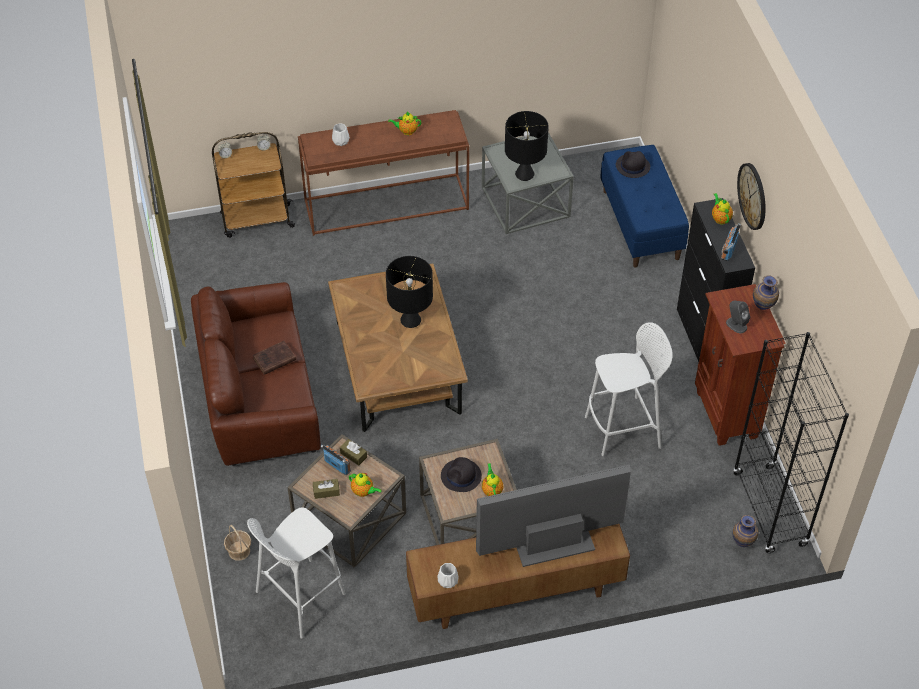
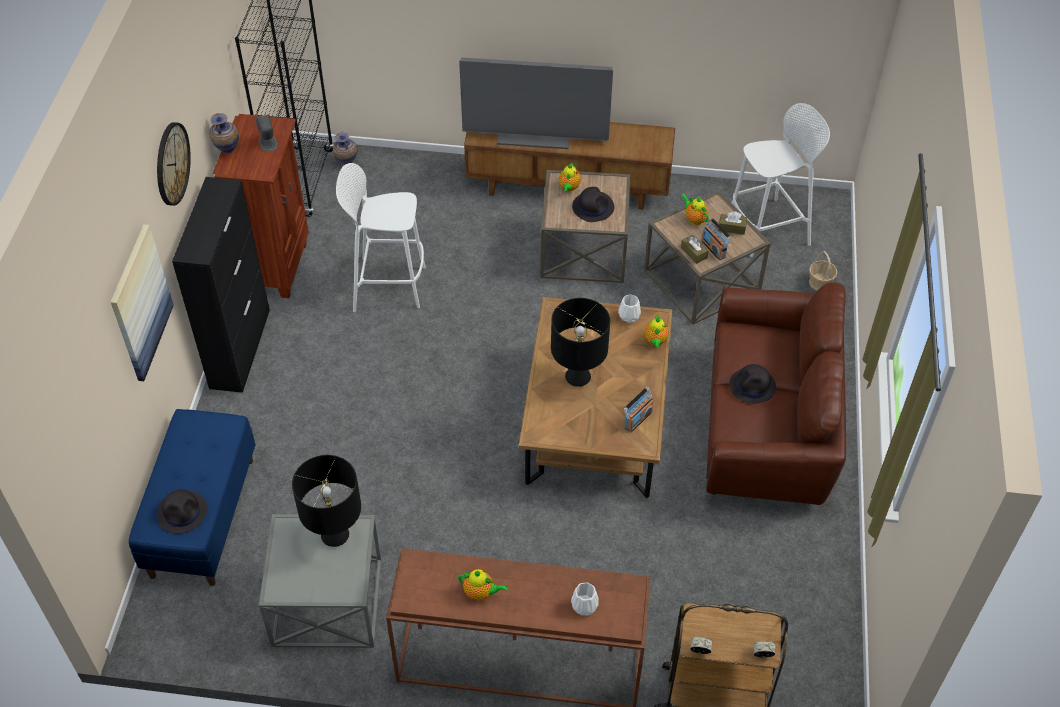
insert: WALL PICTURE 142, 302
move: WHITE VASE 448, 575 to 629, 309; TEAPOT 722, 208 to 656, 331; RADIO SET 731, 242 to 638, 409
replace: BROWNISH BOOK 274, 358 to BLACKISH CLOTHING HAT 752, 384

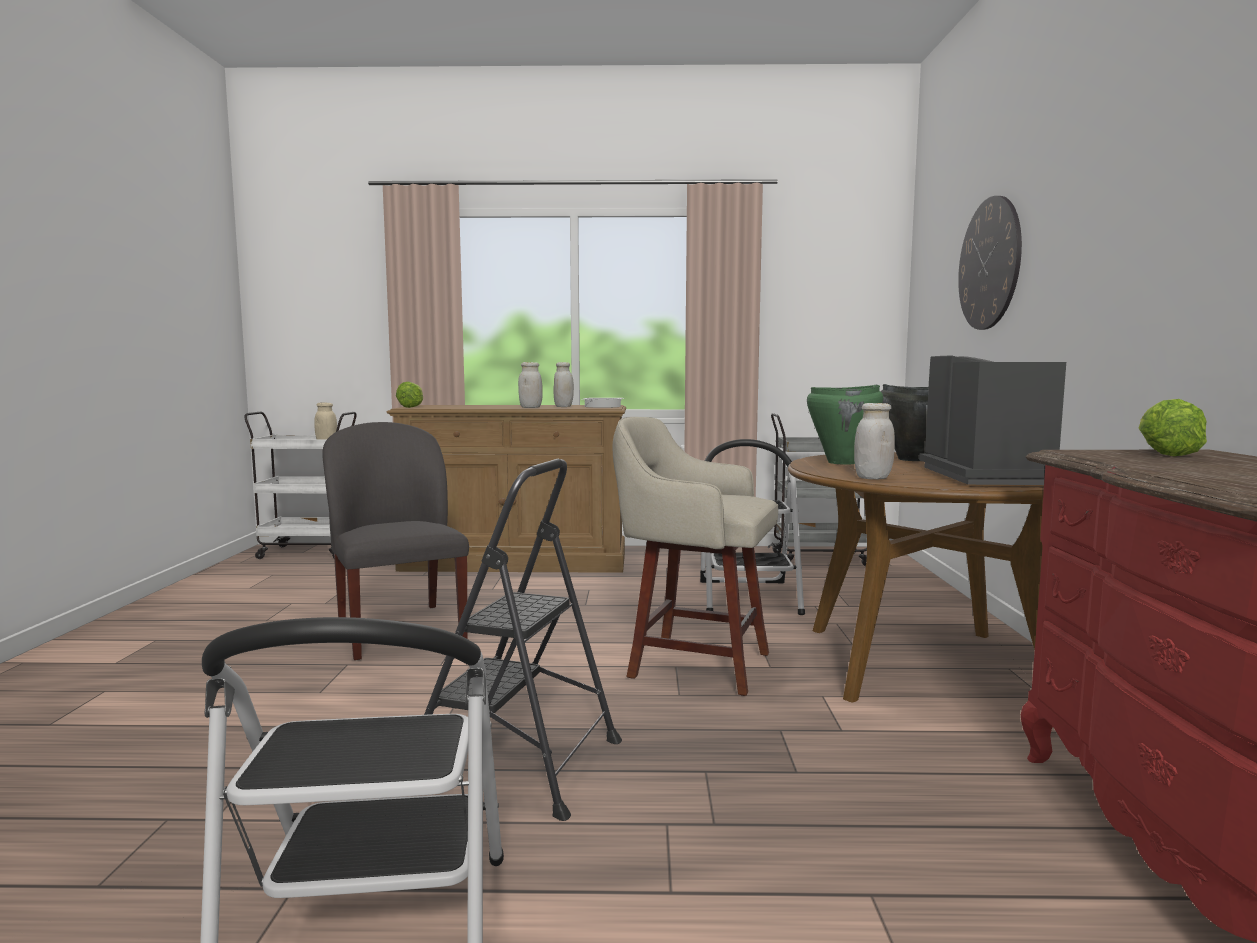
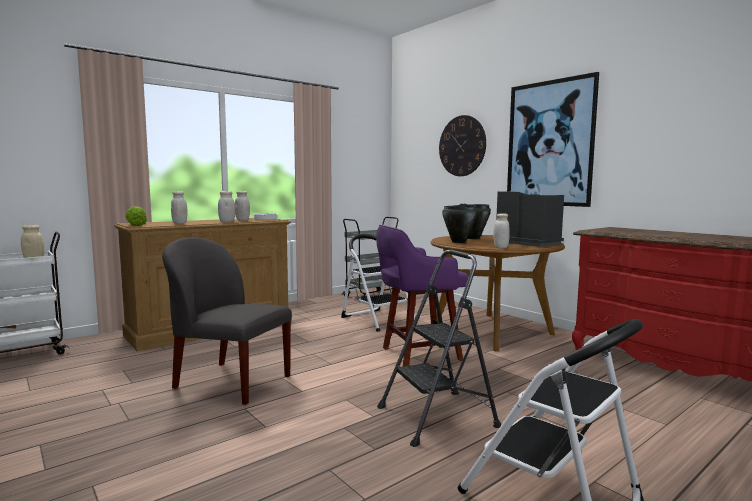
delete: LETTUCE HEAD 1173, 427
insert: WHITE STORAGE JAR 179, 207; WALL PICTURE 553, 139
recolor: BEIGE STOOL 695, 556 to PURPLE STOOL 422, 296; GREEN-COLOURED SAUCEPOT 845, 425 to BLACKISH SAUCEPOT 459, 223

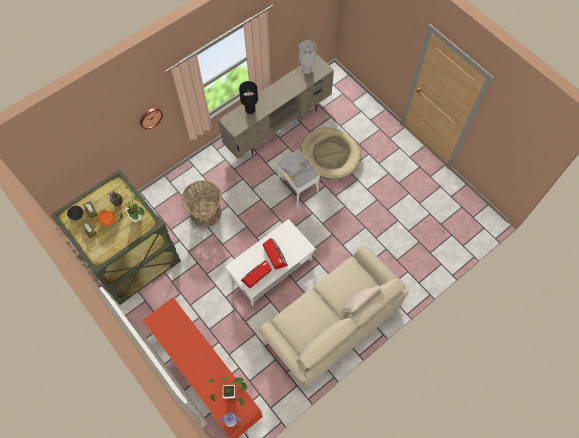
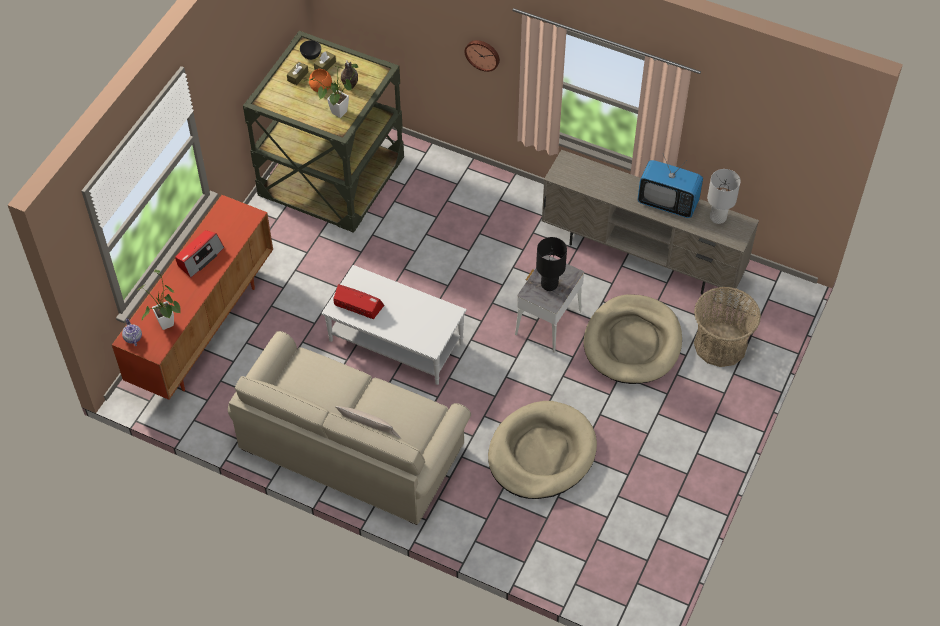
insert: BEIGE DOG BED 542, 450; TELEVISION 670, 185
move: HOUSEHOLD BASKET 201, 203 to 727, 327; BLACKISH TABLE LAMP 248, 97 to 551, 264; RADIO SET 275, 253 to 199, 254

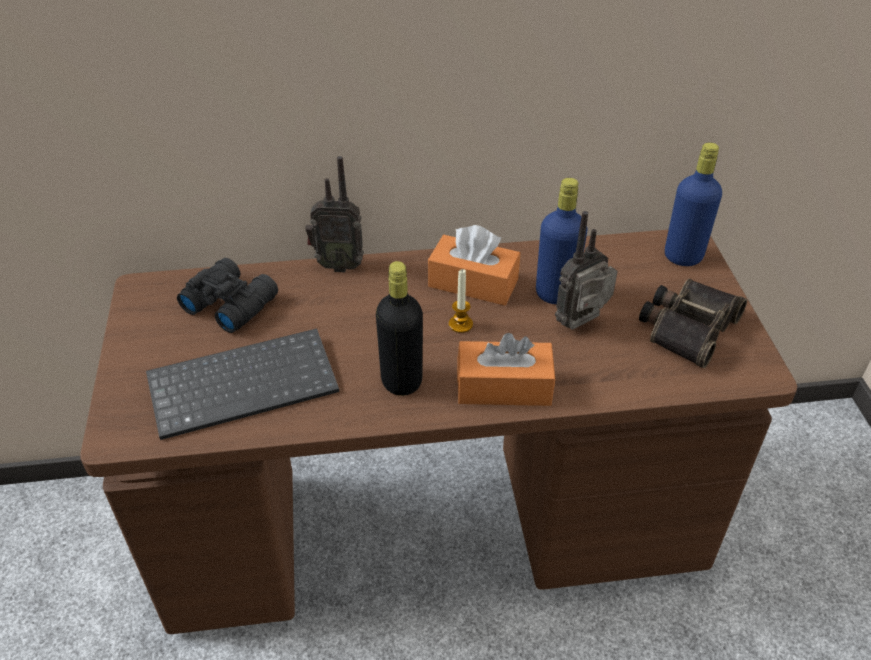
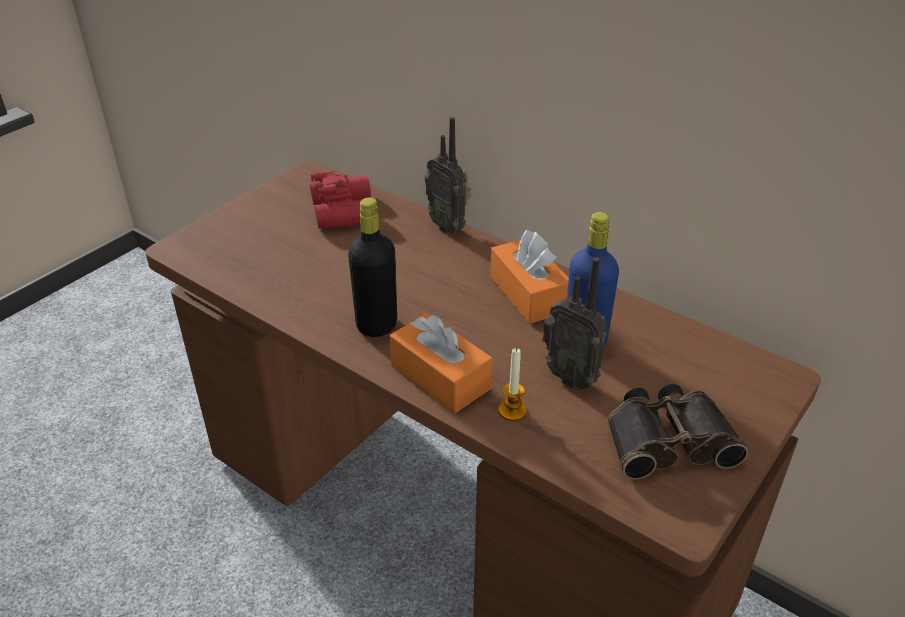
delete: KEYBOARD 242, 384; BLUISH BEVERAGE BOTTLE 693, 204
move: WAX LIGHT 461, 301 to 513, 384
recolor: BLACKISH PAIR OF BINOCULARS 227, 295 to RED-COLOURED PAIR OF BINOCULARS 342, 200
rotate: RADIO SET 586, 270 = 574, 323 150 degrees counterclockwise

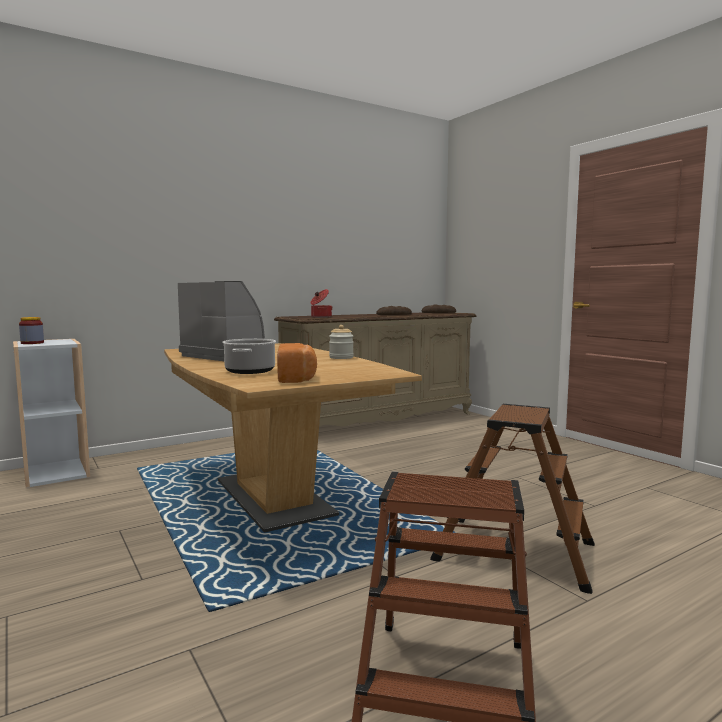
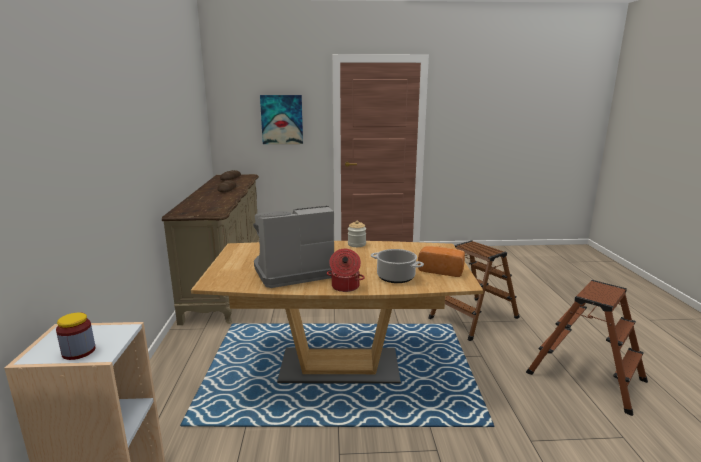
insert: WALL PICTURE 281, 119
move: SAUCEPOT 321, 303 to 346, 270

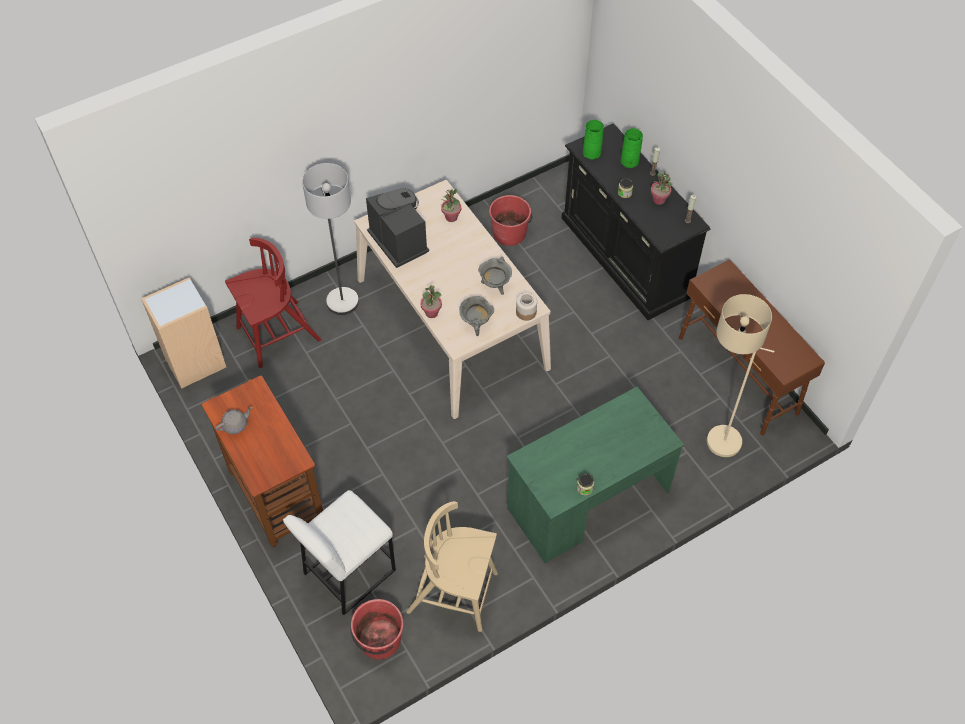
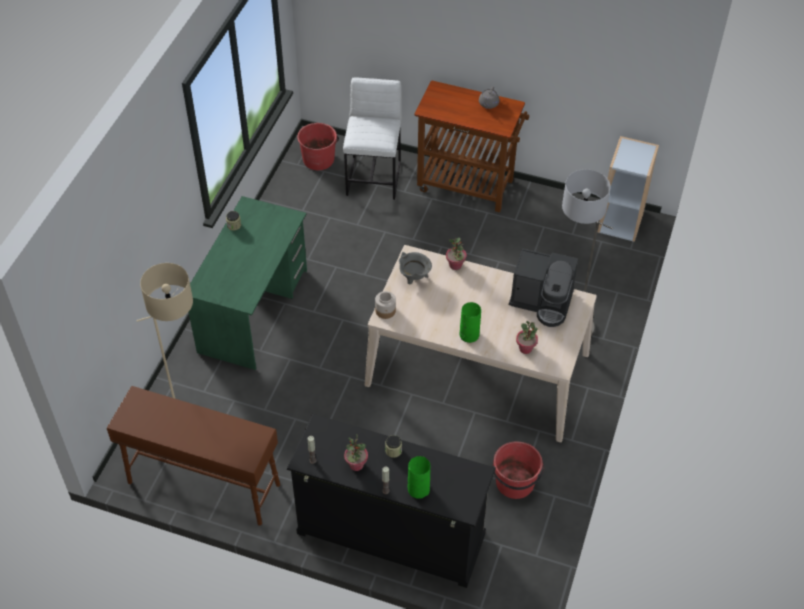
delete: RED-COLOURED PLAIN CHAIR 273, 303; BEIGE PLAIN CHAIR 452, 566; GREY SAUCEPOT 495, 275
move: GREEN-COLOURED VASE 593, 140 to 470, 322

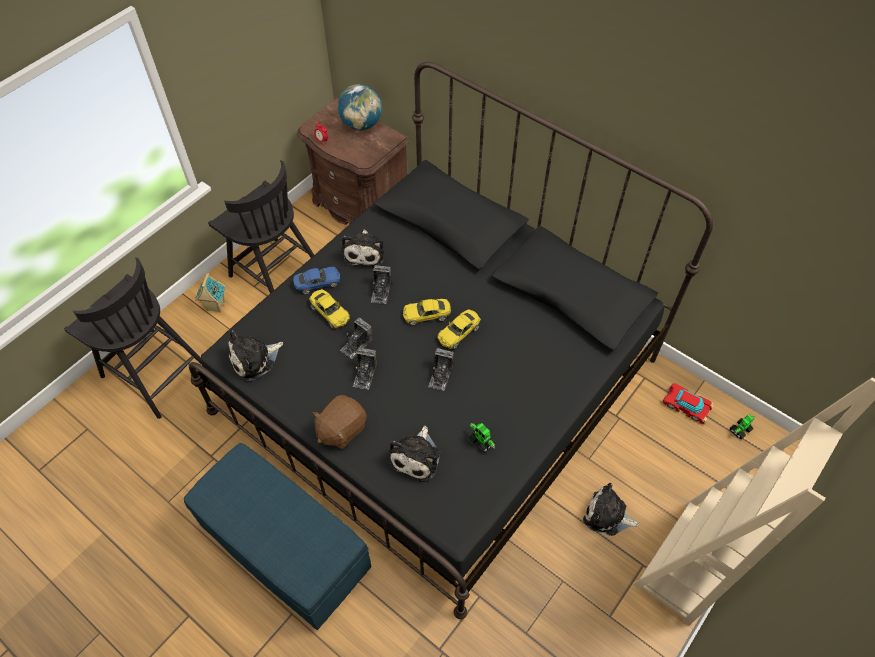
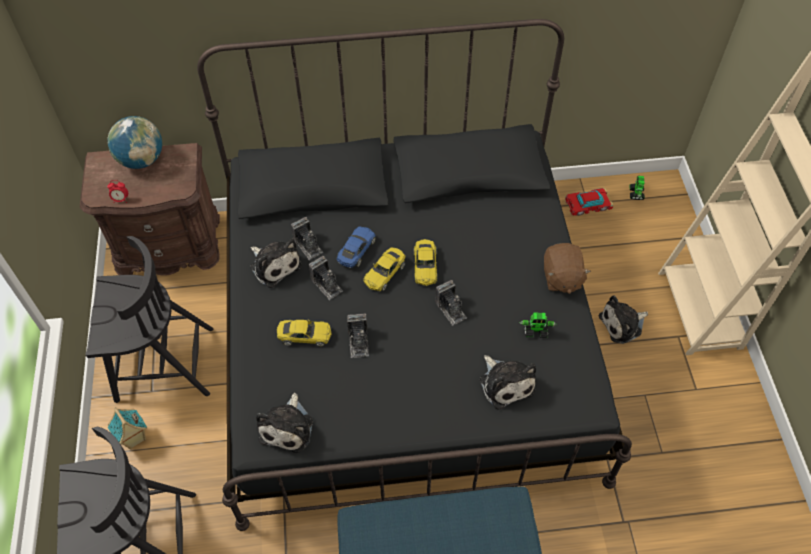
move: BLUISH MINIATURE CAR 316, 280 to 356, 247; BROWNISH PLUSH TOY 339, 422 to 567, 268; STILL CAMERA 365, 369 to 307, 238

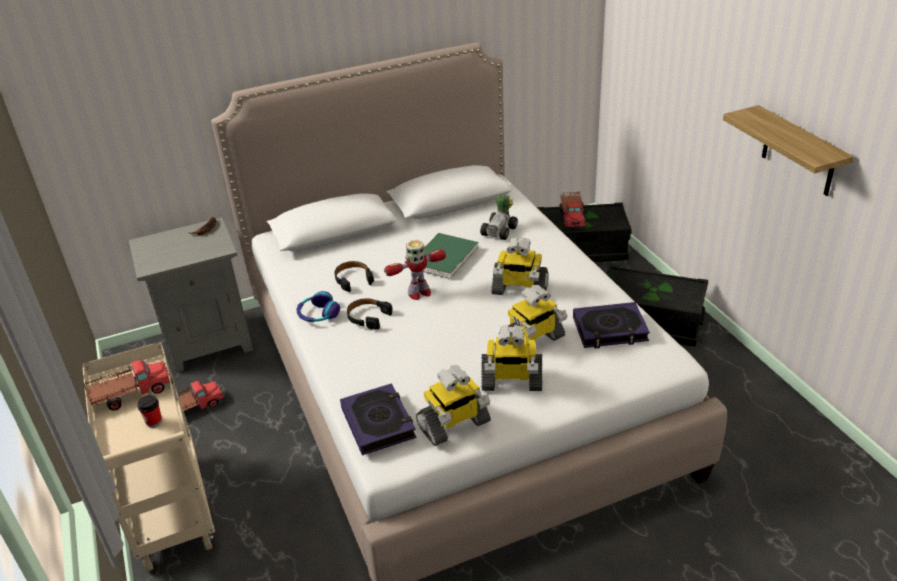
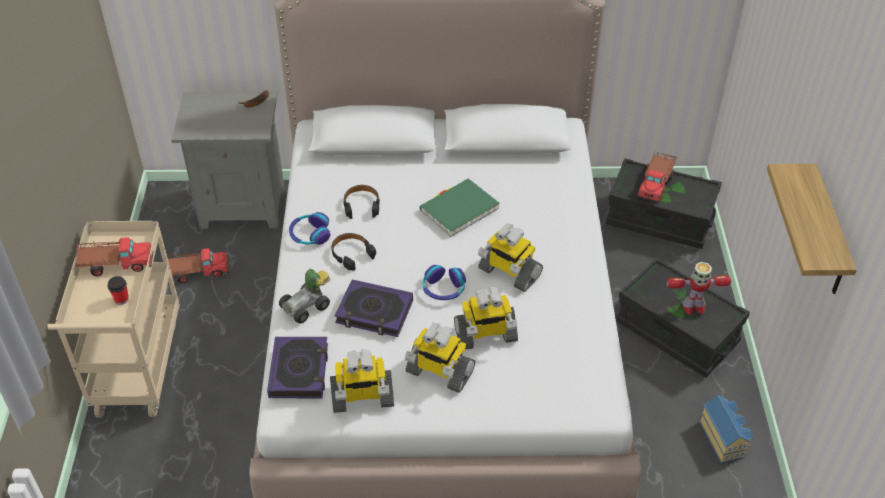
insert: PAIR OF HEADPHONES 444, 282; MINIATURE HOUSE 726, 429
move: MODEL ROBOT 415, 270 to 699, 288; MINIATURE CAR 499, 217 to 305, 296; BOOK 611, 325 to 374, 308

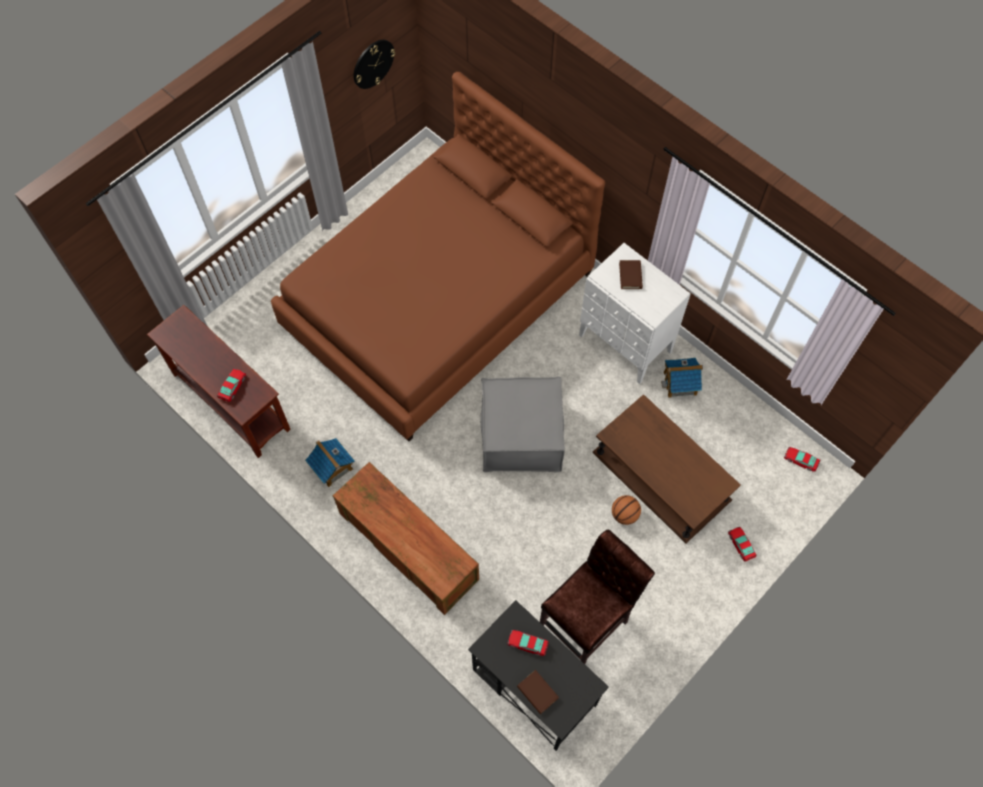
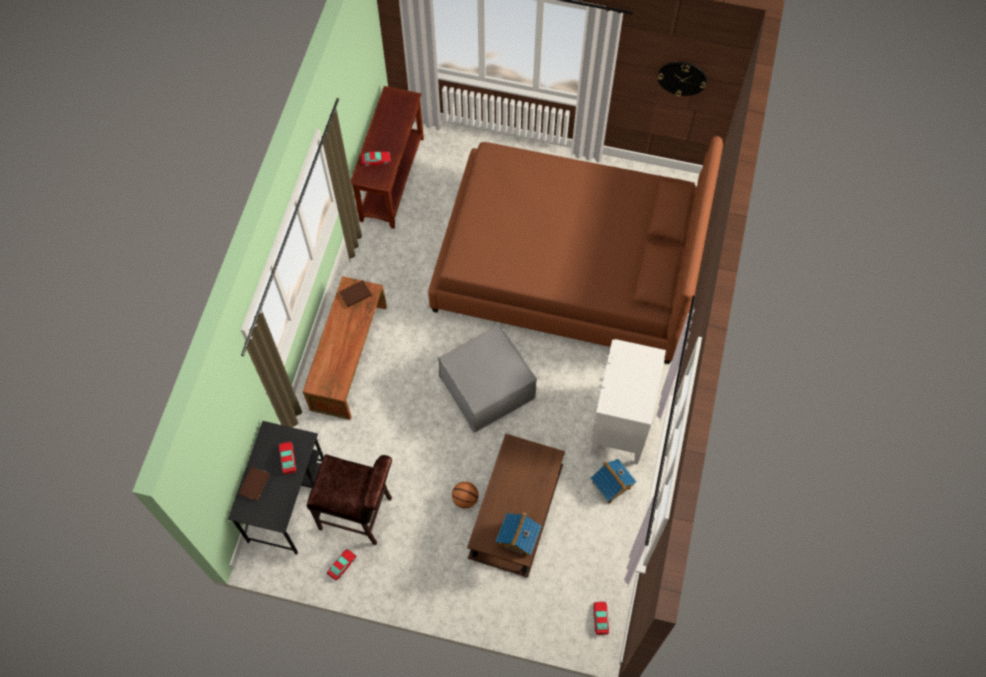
move: MINIATURE HOUSE 330, 462 to 518, 534; BROWNISH BOOK 631, 274 to 356, 293; MINIATURE CAR 742, 544 to 341, 564

